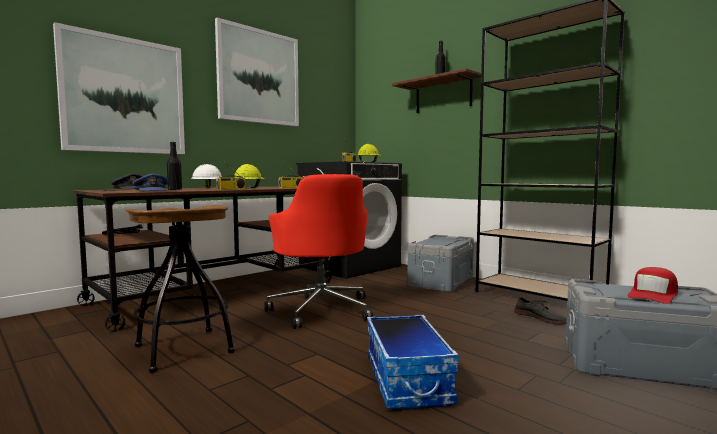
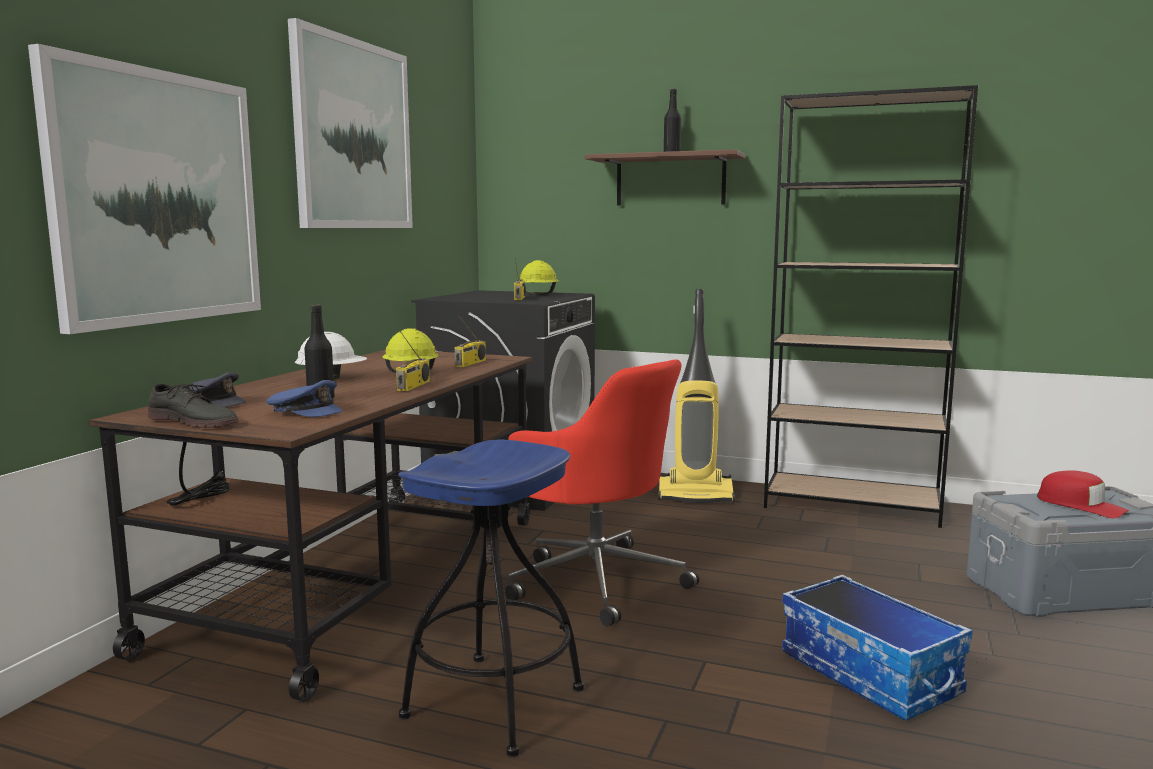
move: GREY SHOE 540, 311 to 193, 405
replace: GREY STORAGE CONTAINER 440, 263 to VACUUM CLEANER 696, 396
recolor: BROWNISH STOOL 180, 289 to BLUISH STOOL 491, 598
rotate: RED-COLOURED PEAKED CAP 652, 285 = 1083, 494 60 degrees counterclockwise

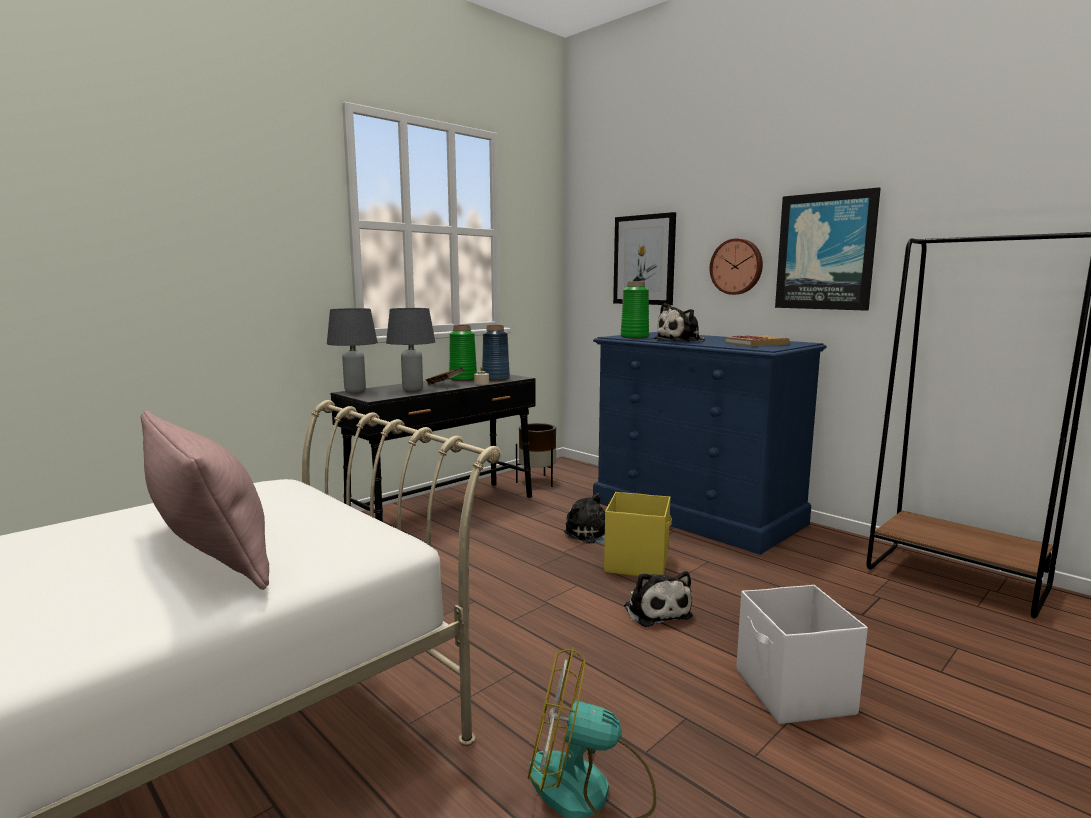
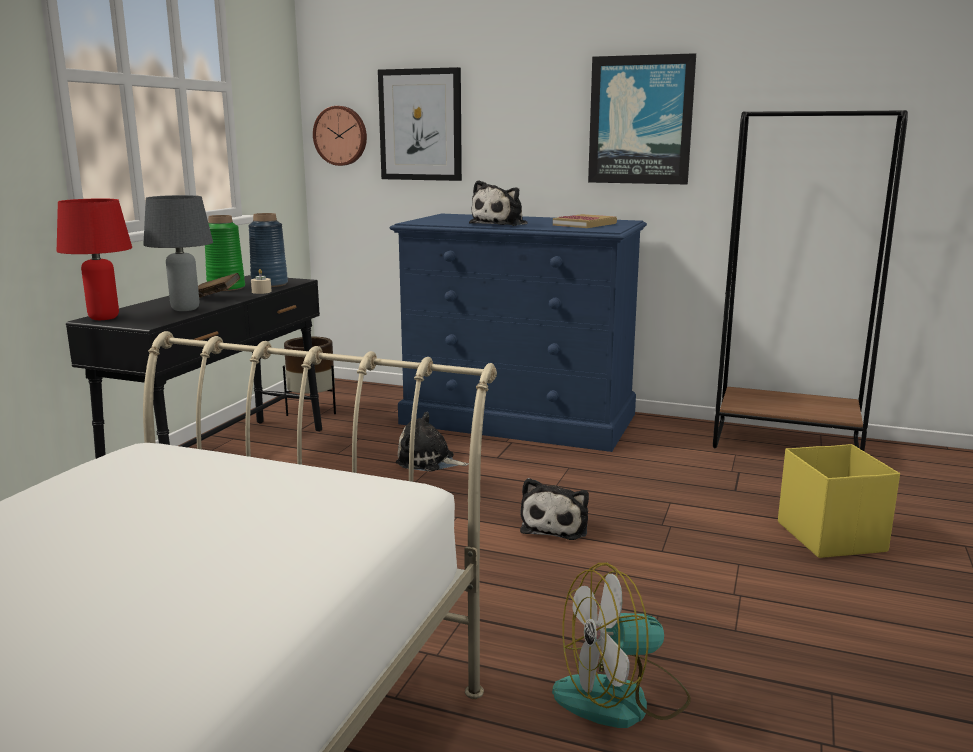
delete: PINKISH PILLOW 205, 500; GREEN-COLOURED VASE 634, 309; WHITE STORAGE CONTAINER 802, 654
move: YELLOW STORAGE CONTAINER 638, 534 to 839, 501; WALL CLOCK 736, 266 to 340, 136
recolor: GREY TABLE LAMP 352, 351 to RED-COLOURED TABLE LAMP 94, 259
rotate: PLUSH TOY 658, 599 = 554, 509 60 degrees clockwise

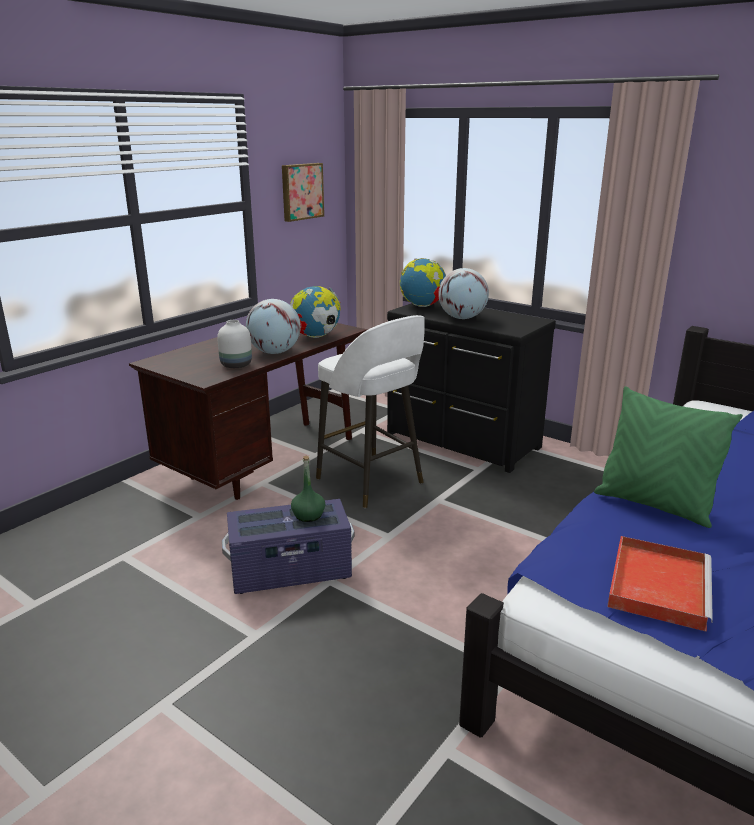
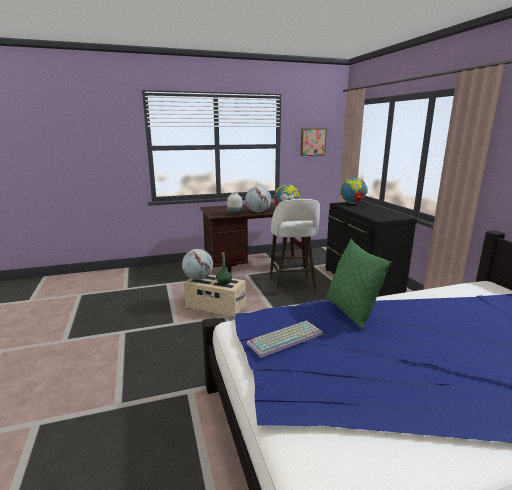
move: DESK GLOBE 463, 293 to 197, 264
replace: RED-COLOURED SERVING TRAY 660, 584 to KEYBOARD 285, 339
recolor: PURPLE STORAGE CONTAINER 288, 546 to BEIGE STORAGE CONTAINER 215, 296

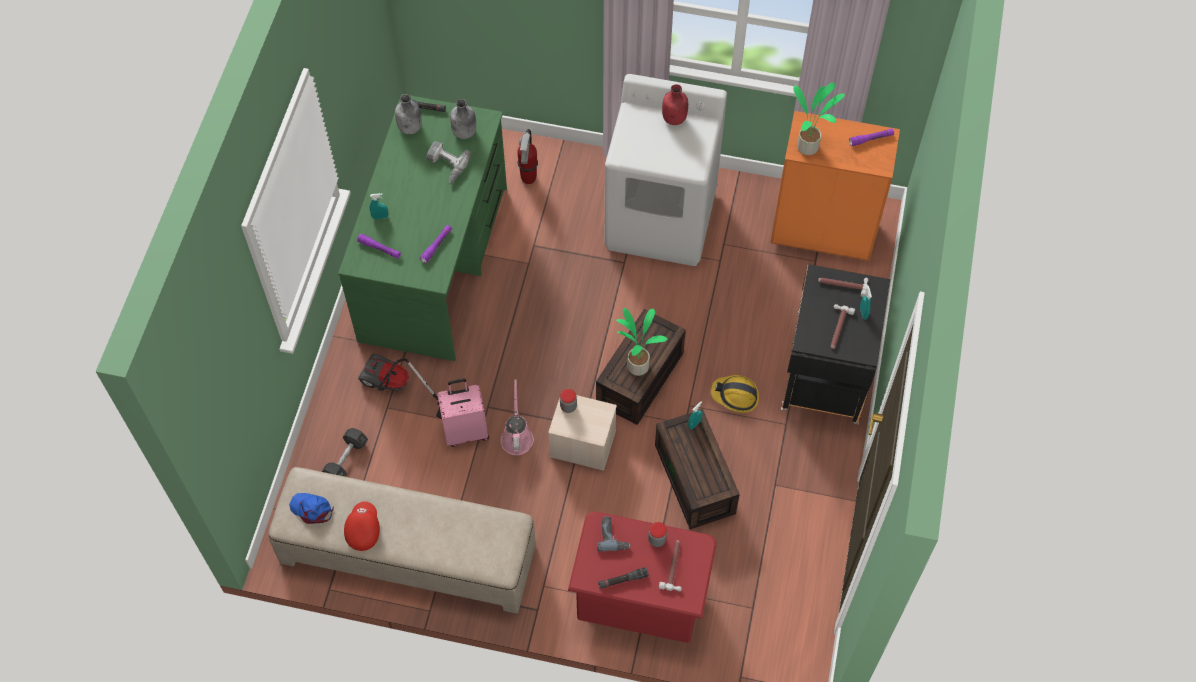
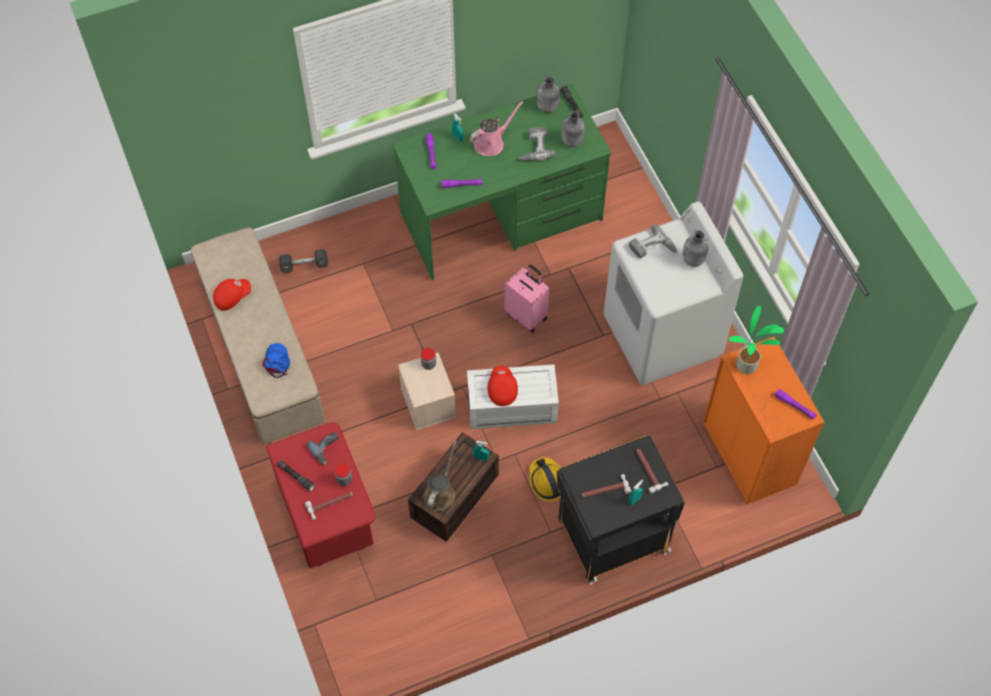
delete: VACUUM CLEANER 405, 386; FIRE EXTINGUISHER 527, 156
insert: BROWNISH WATERING CAN 440, 476; ELECTRIC DRILL 653, 241
move: BLUISH PEAKED CAP 311, 508 to 276, 360; PINKISH PIECE OF LUGGAGE 463, 413 to 526, 299; PINKISH WATERING CAN 517, 417 to 497, 128
replace: HOUSEPLANT 641, 342 to RED-COLOURED PEAKED CAP 503, 385
recolor: BROWNISH STORAGE CONTAINER 641, 367 to WHITE STORAGE CONTAINER 513, 396; RED-COLOURED BEVERAGE BOTTLE 675, 104 to GREY BEVERAGE BOTTLE 696, 248

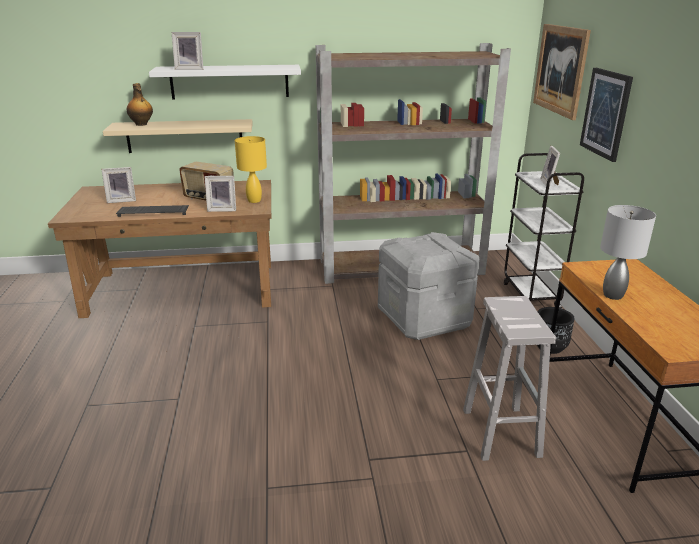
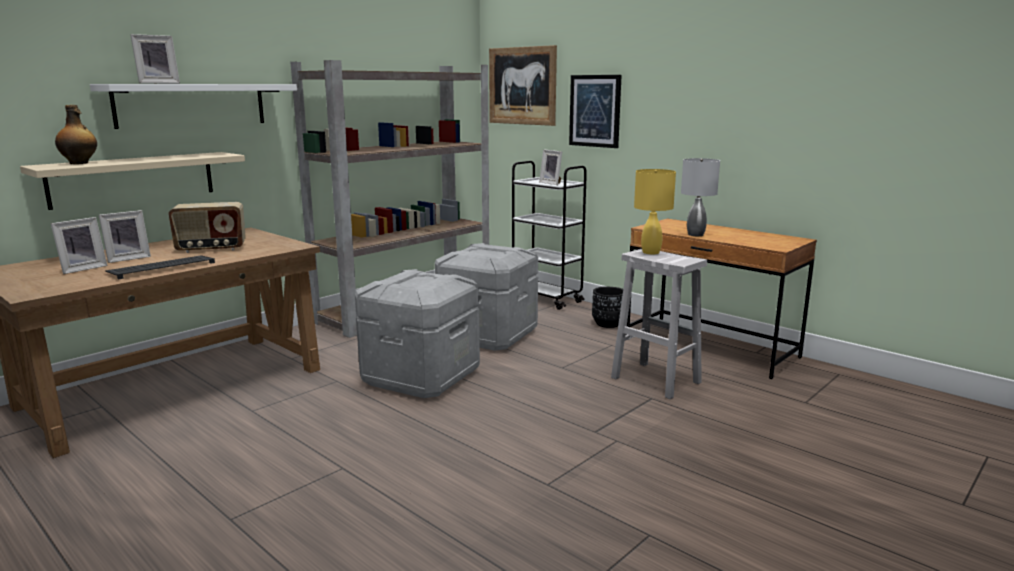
insert: GREY STORAGE CONTAINER 417, 333
move: STANDING FRAME 220, 194 to 125, 236; YELLOW TABLE LAMP 251, 169 to 655, 211

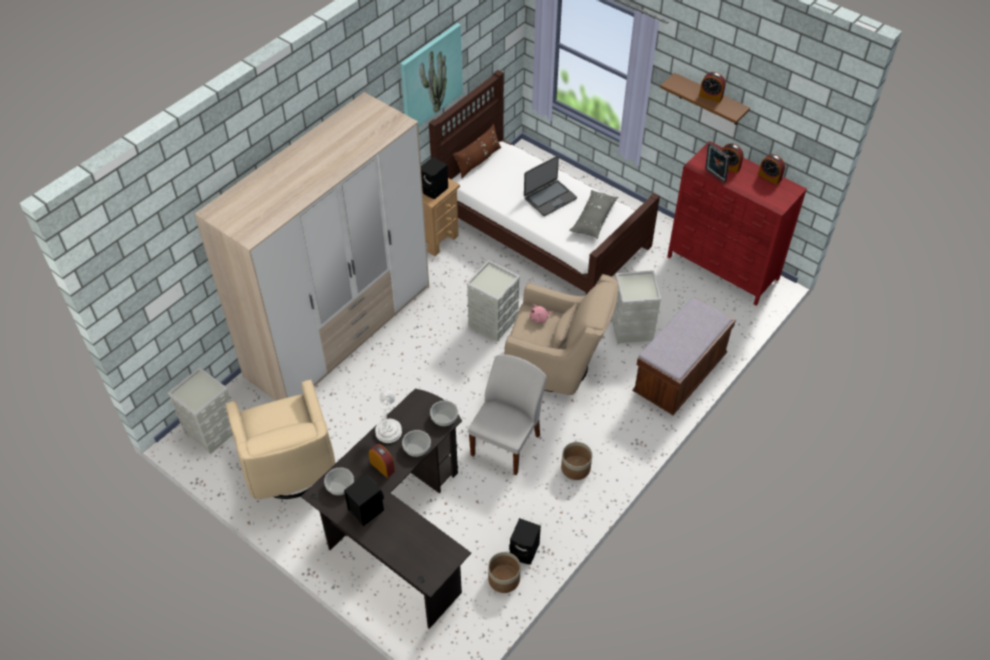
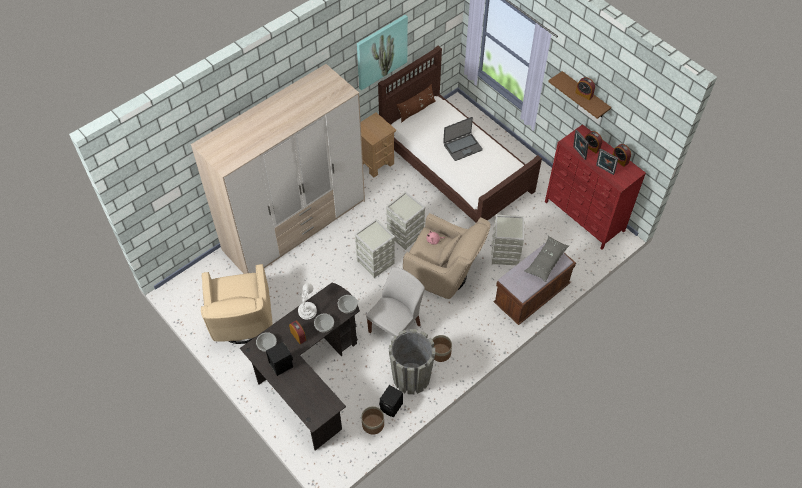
delete: BLACKISH SPEAKER 434, 178
insert: GREY PLANT POT 412, 361; STANDING FRAME 607, 162
move: GREY STORAGE CONTAINER 200, 410 to 375, 248; GREY PILLOW 593, 214 to 546, 259

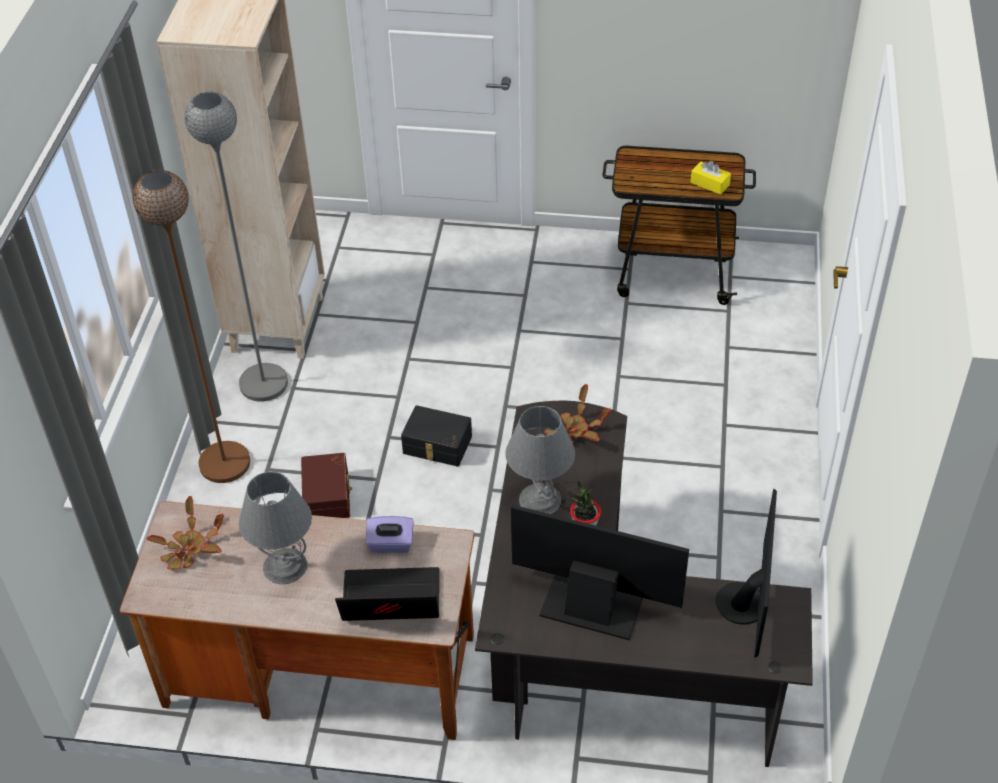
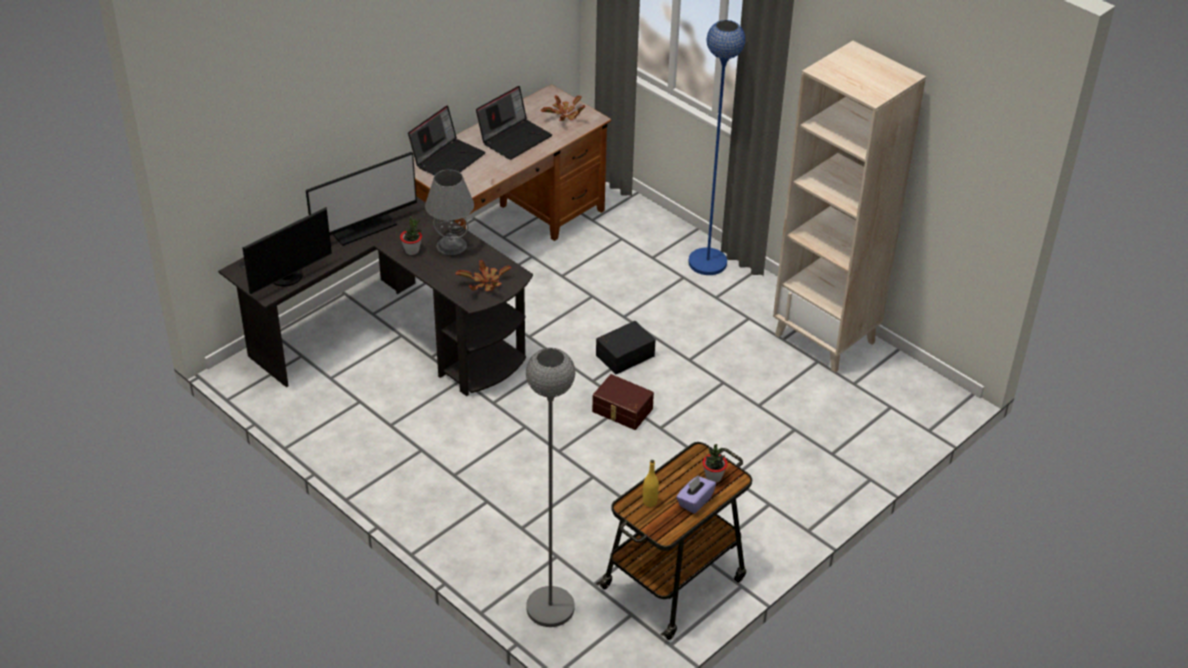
insert: HOUSEPLANT 715, 463
move: GREY STANDARD LAMP 236, 246 to 550, 487; BROWNISH STORAGE CONTAINER 326, 485 to 623, 402; PURPLE BOX OF TISSUES 390, 534 to 696, 494
replace: GREY TABLE LAMP 275, 528 to PORTABLE COMPUTER 514, 123; YELLOW BOX OF TISSUES 711, 178 to YELLOW BEVERAGE BOTTLE 651, 483
recolor: BROWNISH STANDARD LAMP 191, 326 to BLUISH STANDARD LAMP 716, 147
rotate: MONITOR 746, 573 = 287, 250 90 degrees counterclockwise

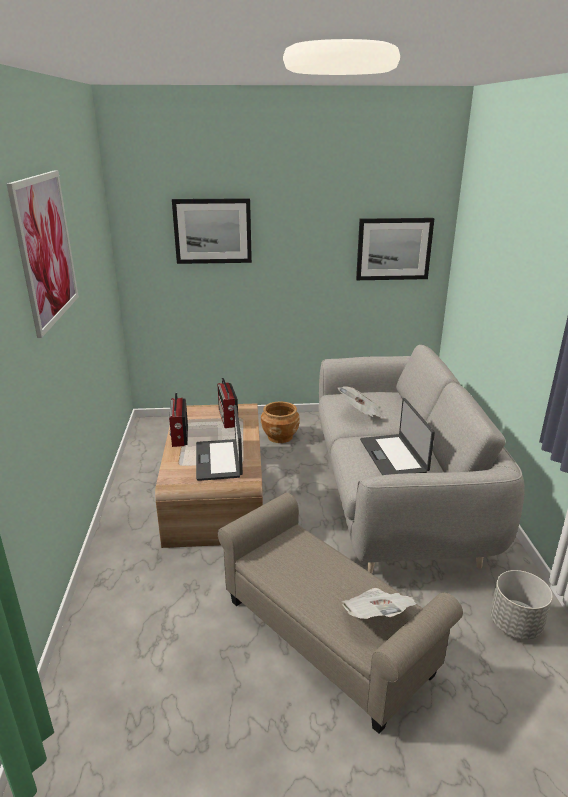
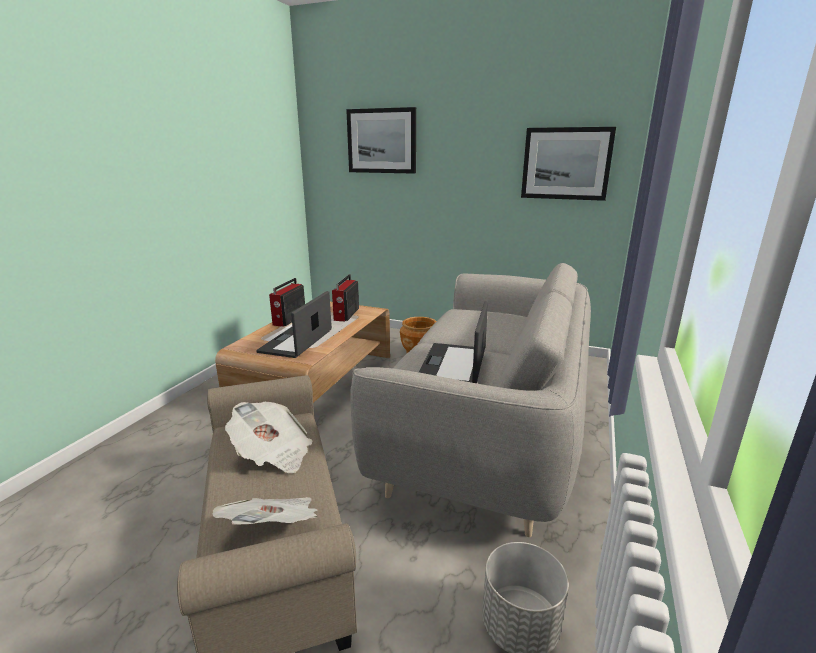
delete: WALL PICTURE 43, 254
move: DAILY PAPER 362, 402 to 269, 438

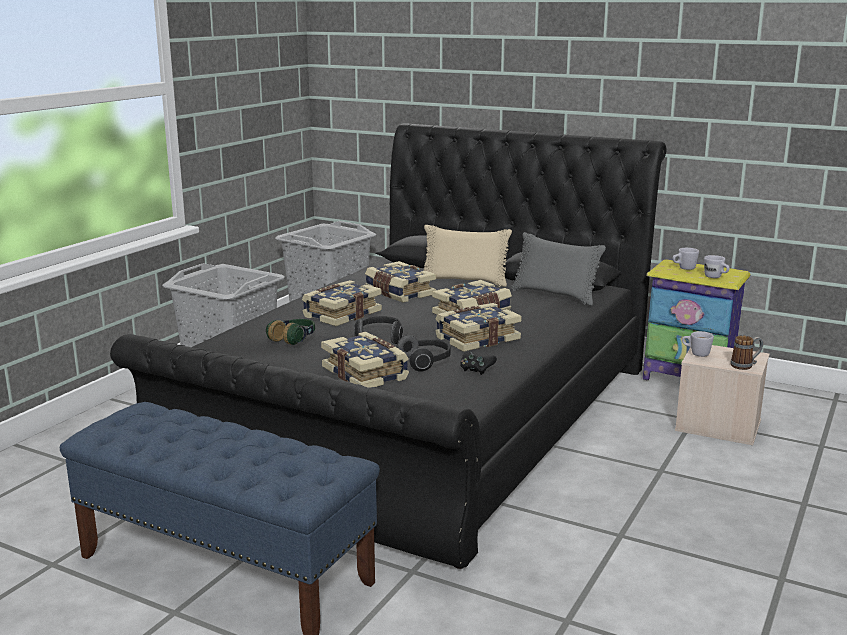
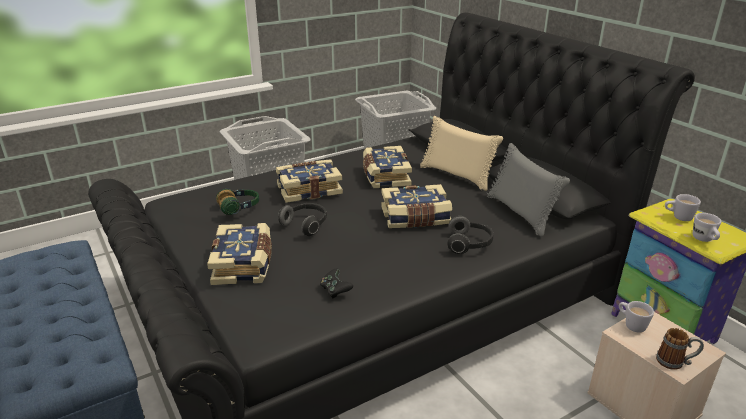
delete: BOOK 478, 327
move: PAIR OF HEADPHONES 423, 353 to 470, 235

